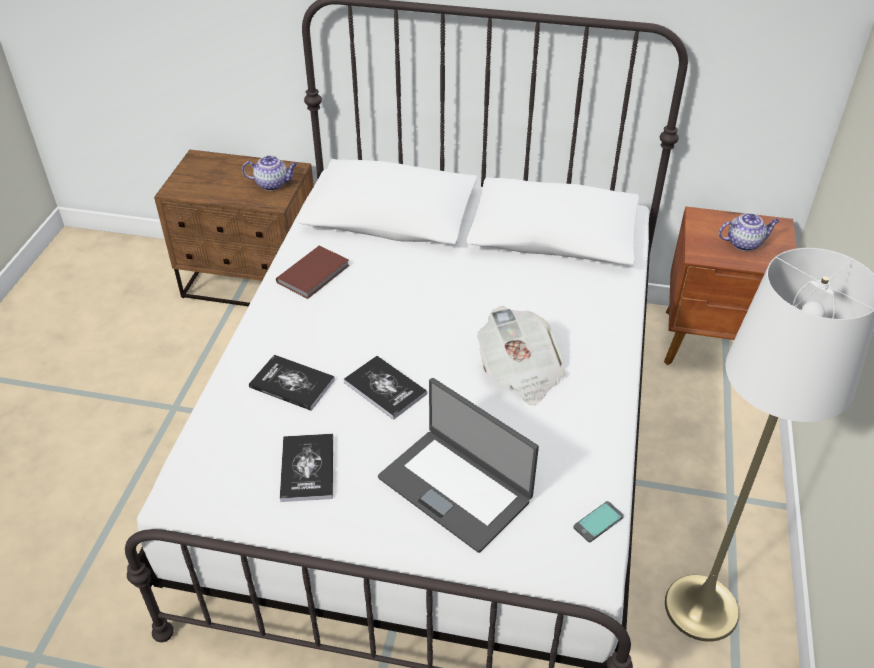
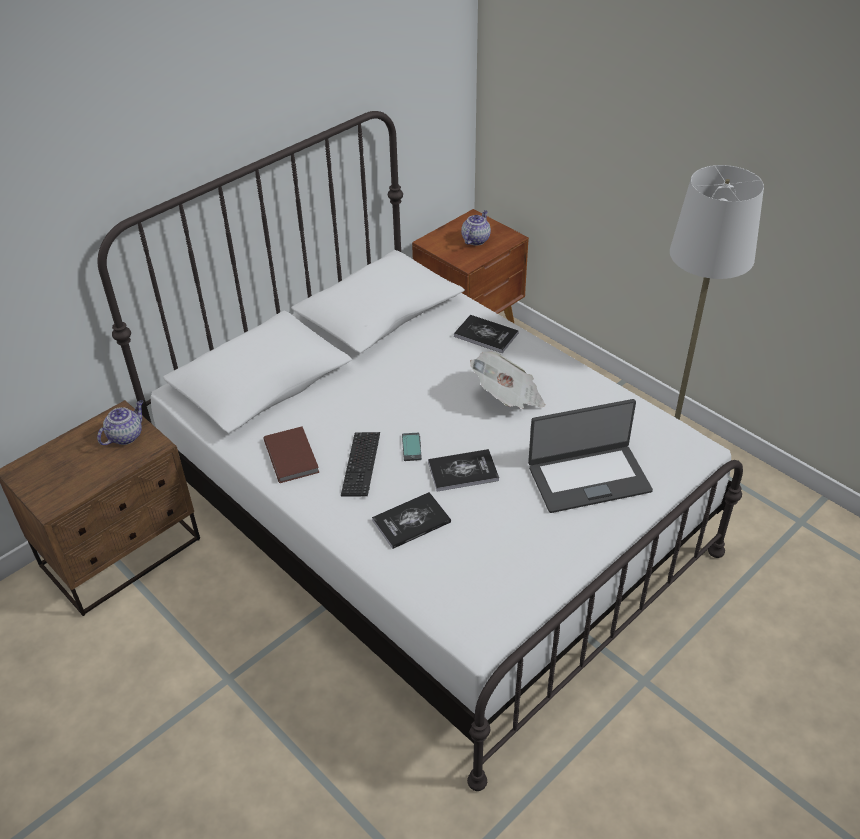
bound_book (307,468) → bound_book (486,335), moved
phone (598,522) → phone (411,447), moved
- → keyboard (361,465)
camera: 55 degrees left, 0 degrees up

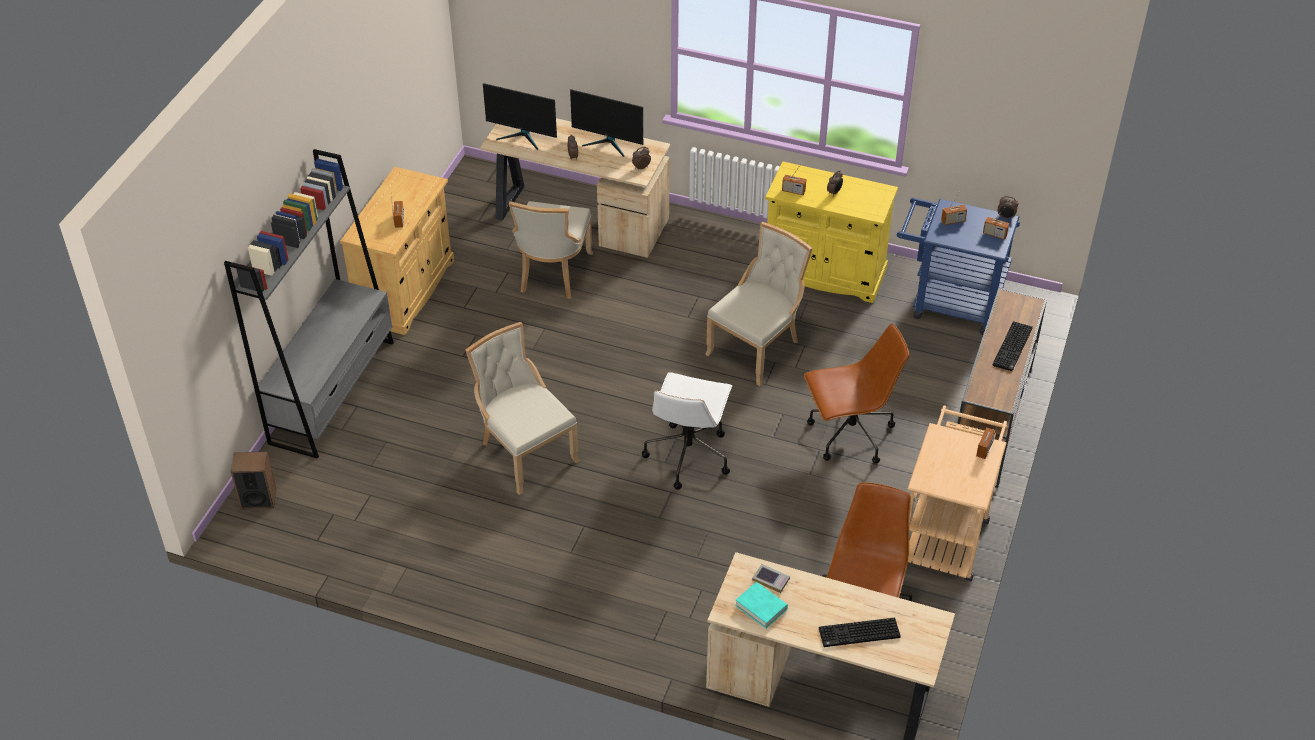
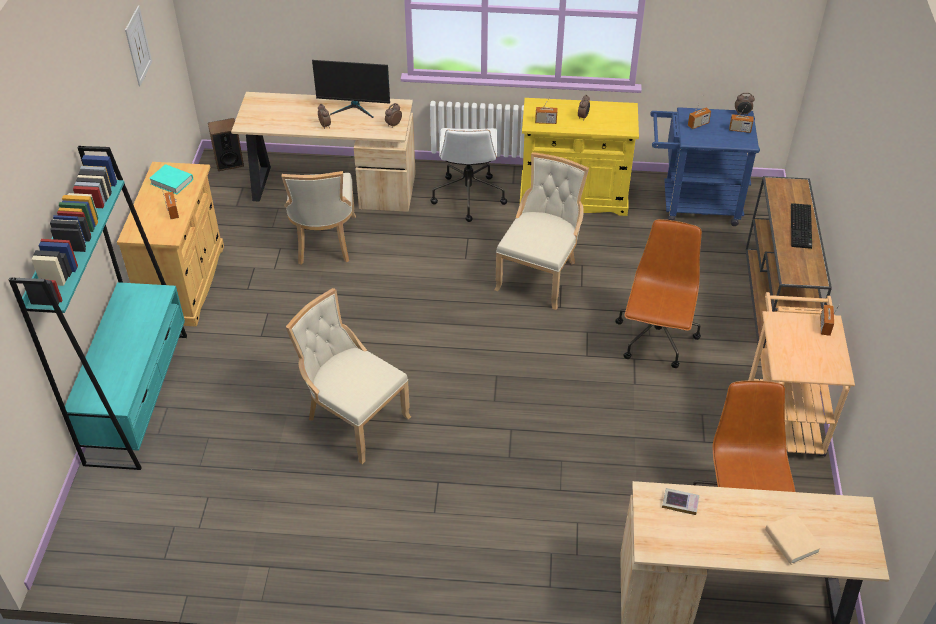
computer_screen (522,136) → -
gray_shelving_unit (333,391) → turquoise-coloured_shelving_unit (138,397)
brownish_office_chair (849,435) → brownish_office_chair (656,340), 45 degrees counterclockwise
whitish_office_chair (688,454) → whitish_office_chair (468,196), moved
audio_speaker (258,499) → audio_speaker (229,162), moved
turquoise-coloured_bound_book (761,607) → turquoise-coloured_bound_book (172,182), moved
keyboard (858,634) → beige-coloured_bound_book (791,541)
- → wall_picture (138,46)
camera: 15 degrees left, 0 degrees up

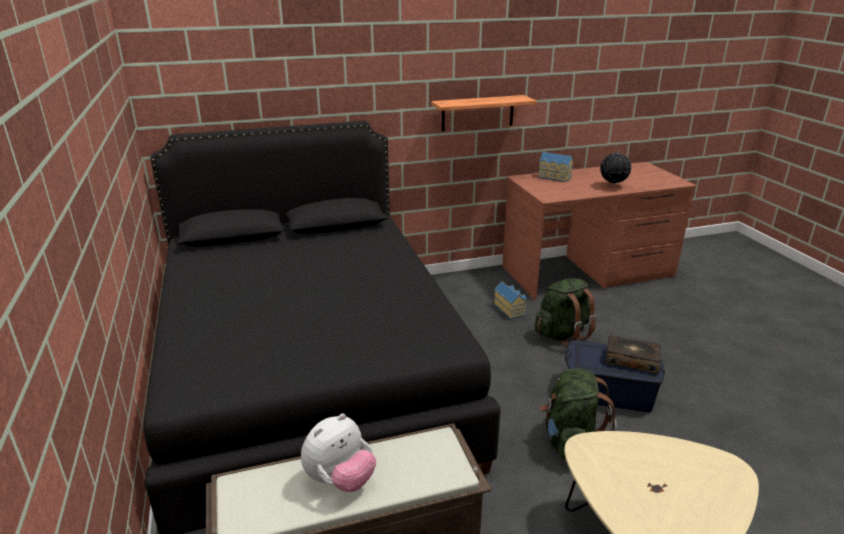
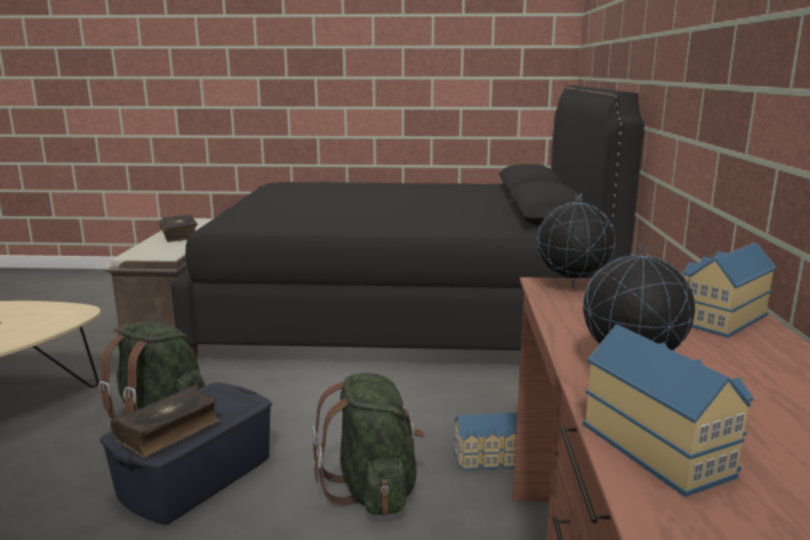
wall_shelf (477,113) → -
soft_toy (340,480) → bound_book (180,235)
- → desk_globe (571,286)
- → model_house (660,446)
camera: 110 degrees right, 10 degrees down

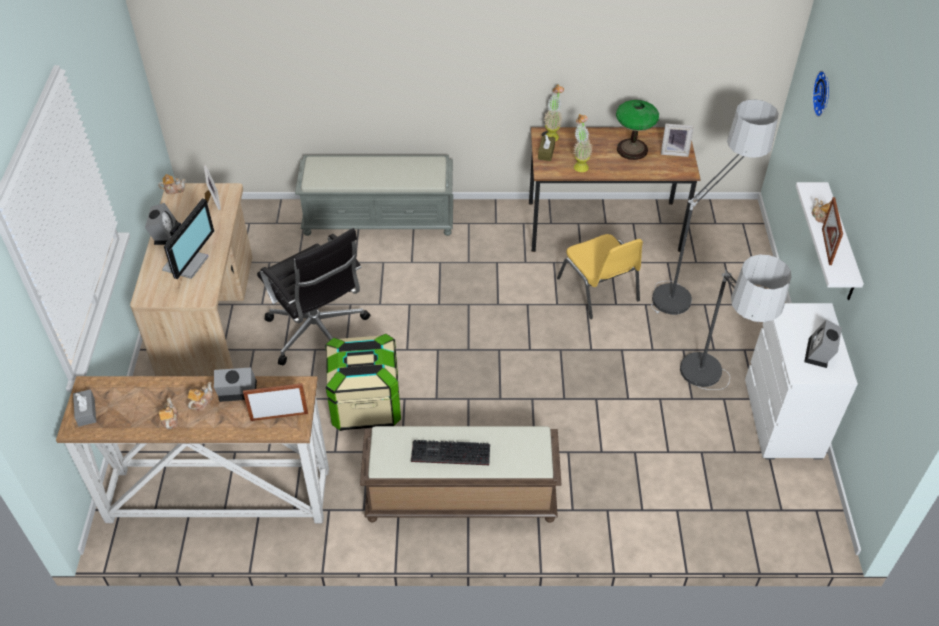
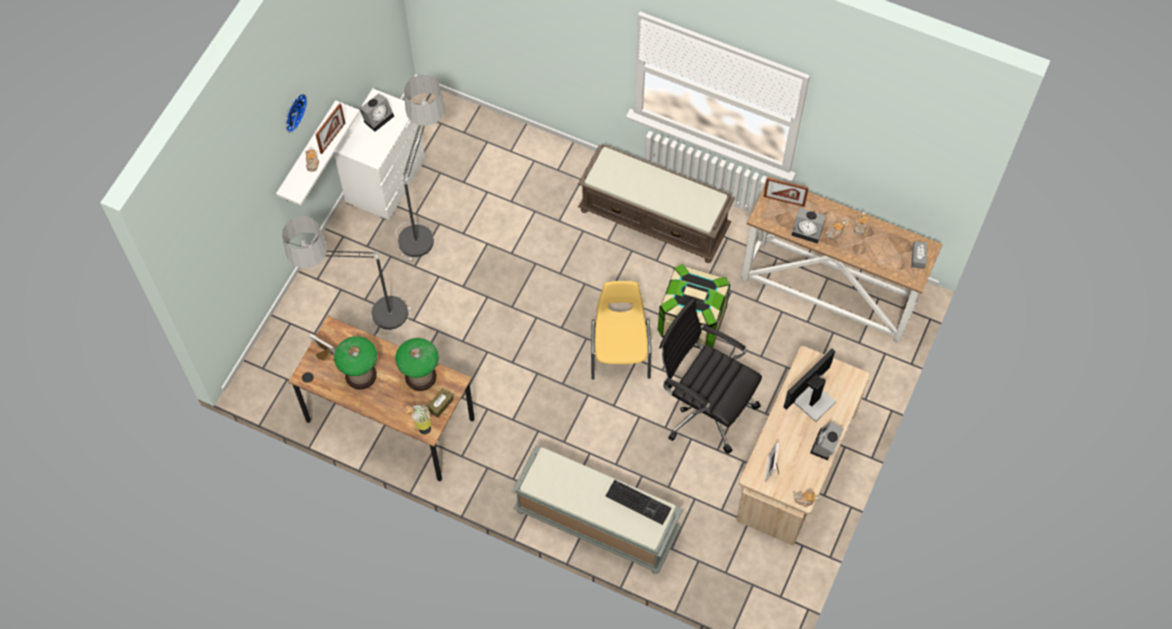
clock_on_the_wall (824,93) → clock_on_the_wall (293,111), moved
plant_in_a_pot (579,164) → tabletop_lamp (420,376)
black_office_chair (318,333) → black_office_chair (704,407), 45 degrees counterclockwise
yellow-coloured_chair (599,290) → yellow-coloured_chair (620,350), moved
keyboard (449,455) → keyboard (640,502), moved
camera: 155 degrees left, 15 degrees up

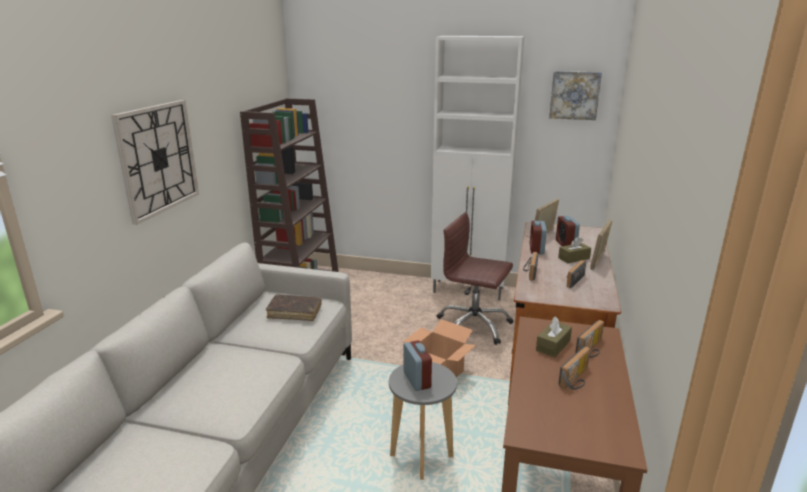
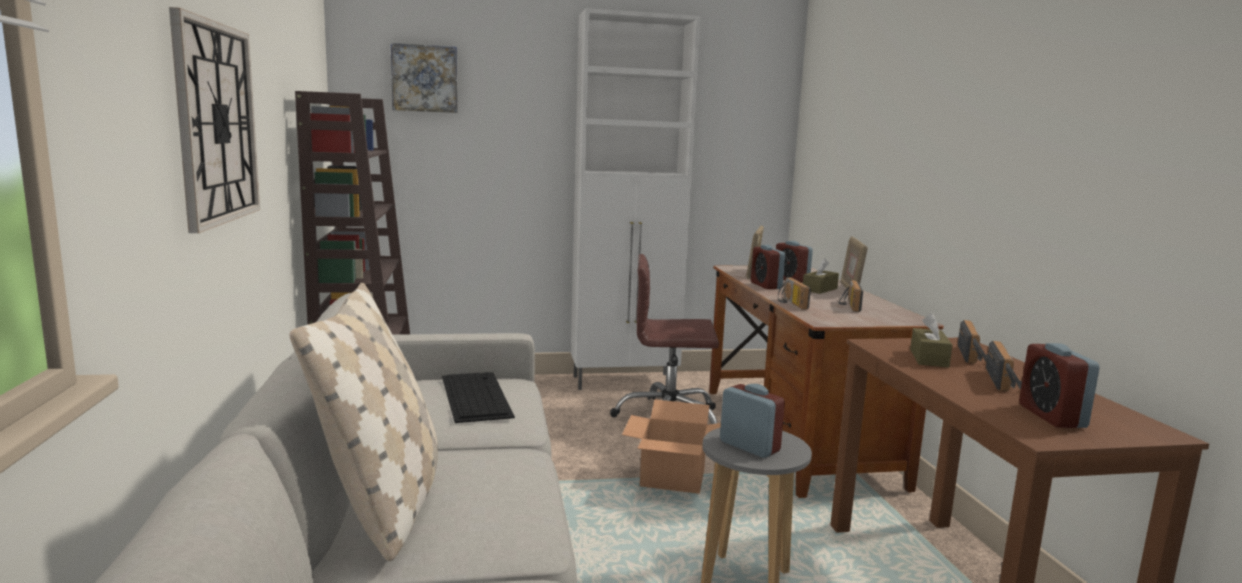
wall_picture (574,95) → wall_picture (425,78), moved
brownish_bound_book (294,312) → keyboard (474,395)
- → beige-coloured_throw_pillow (384,502)
- → table_clock (1051,416)
camera: 25 degrees left, 10 degrees down

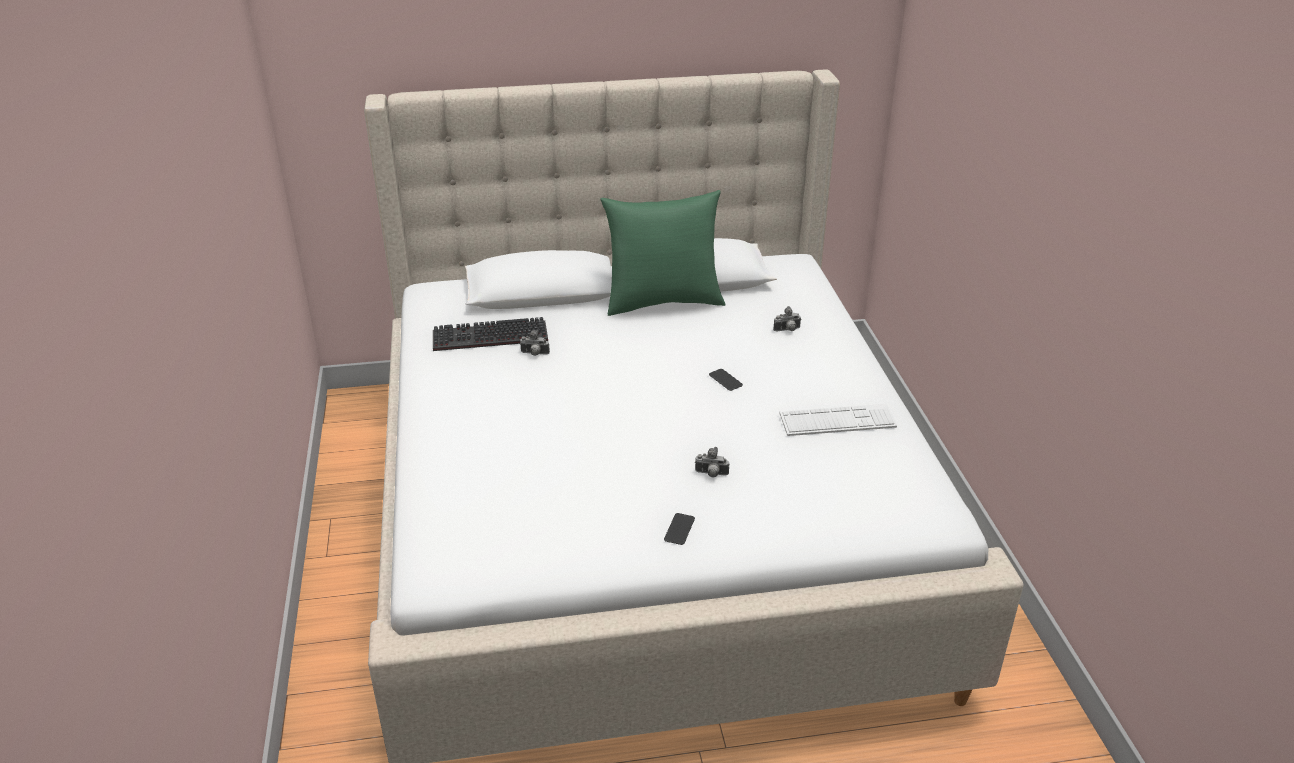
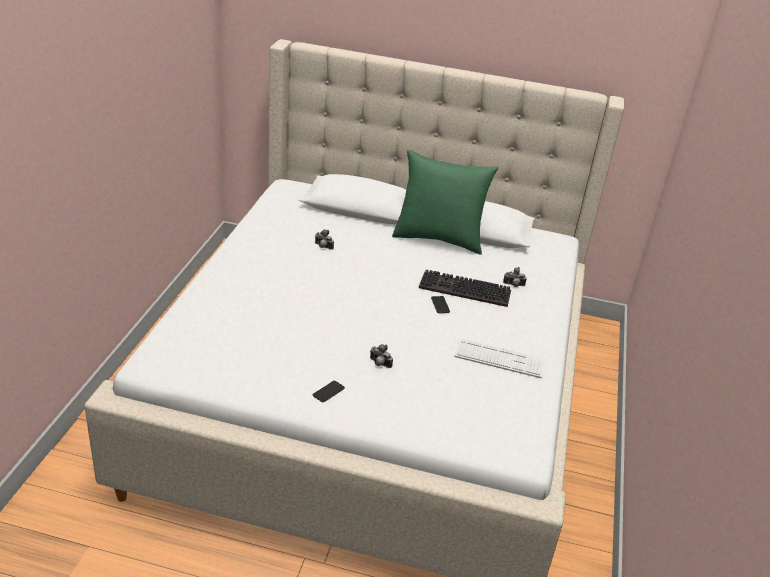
keyboard (488,338) → keyboard (463,291), moved
camera: 20 degrees right, 0 degrees up

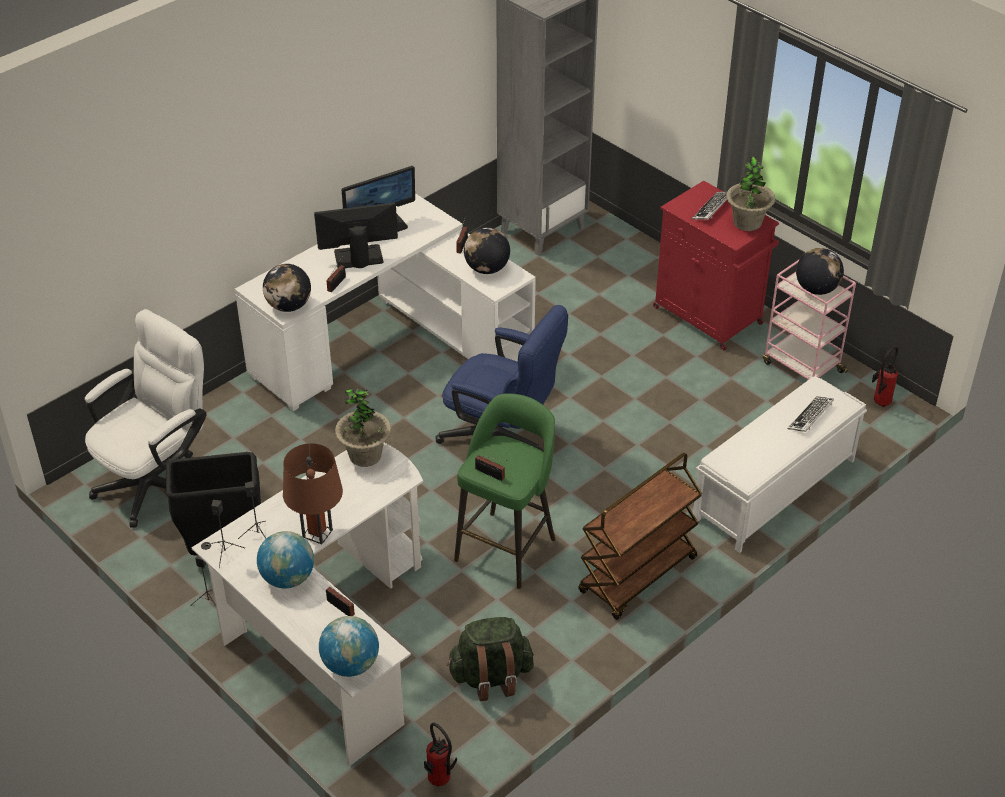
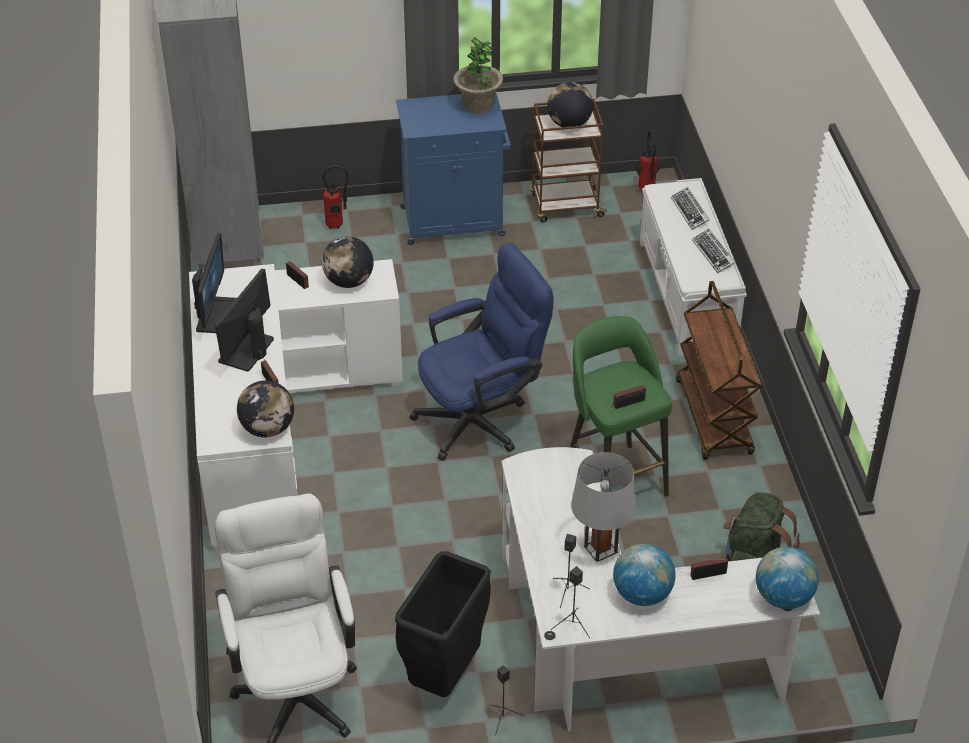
red_cabinet (709,317) → blue-coloured_cabinet (455,221)
keyboard (712,209) → keyboard (713,254), moved
pink-coloured_trolley (801,366) → brownish_trolley (565,206)
plant_in_a_pot (365,455) → -
brownish_tabletop_lamp (317,533) → gray_tabletop_lamp (600,549)
extinguisher (440,783) → extinguisher (337,226), moved
camera: 55 degrees left, 0 degrees up

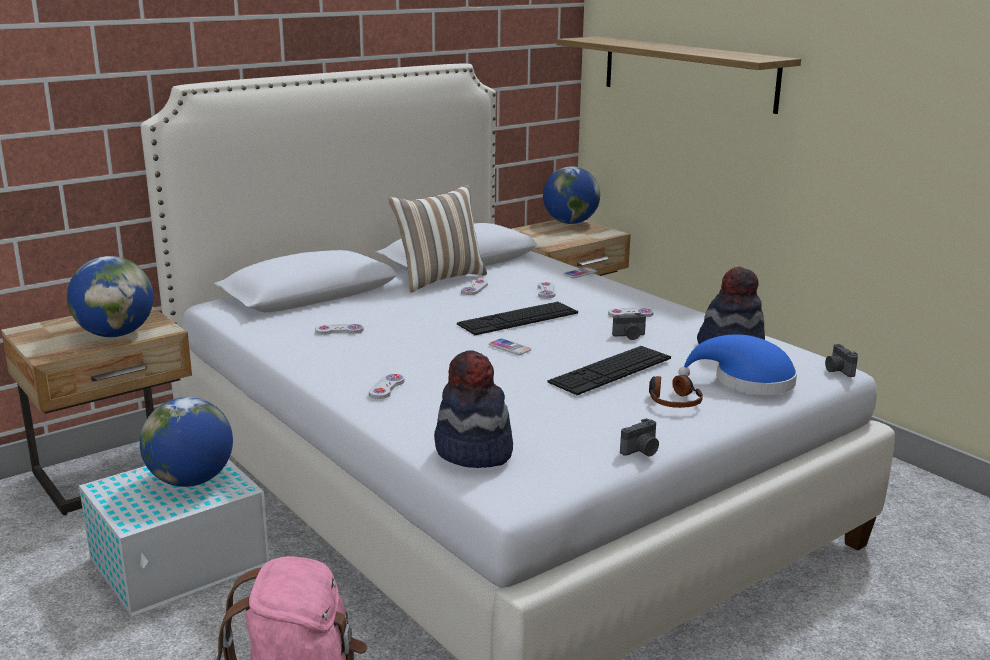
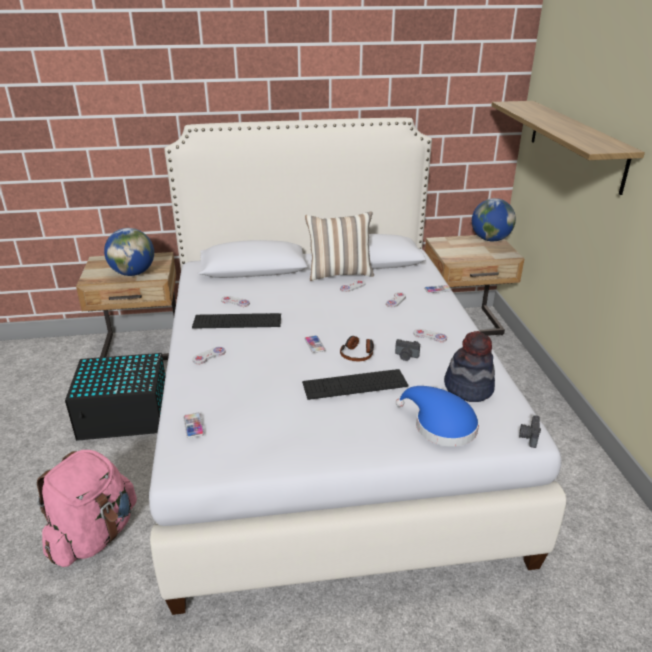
keyboard (518,318) → keyboard (237,321), moved
wearable_hat (473,452) → phone (193,426)
pair_of_headphones (673,401) → pair_of_headphones (357,354), moved
desk_globe (191,480) → -
still_camera (641,451) → -
whitish_storage_box (182,561) → black_storage_box (126,414)
camera: 30 degrees right, 10 degrees up

